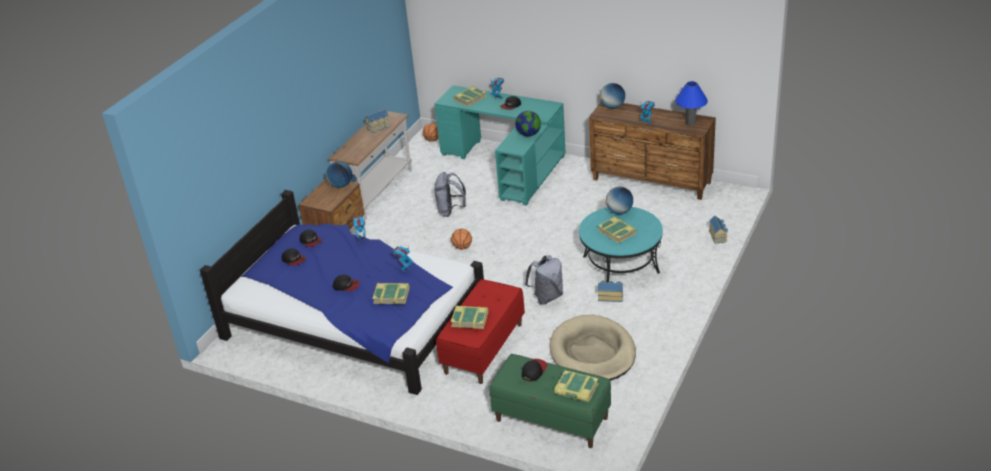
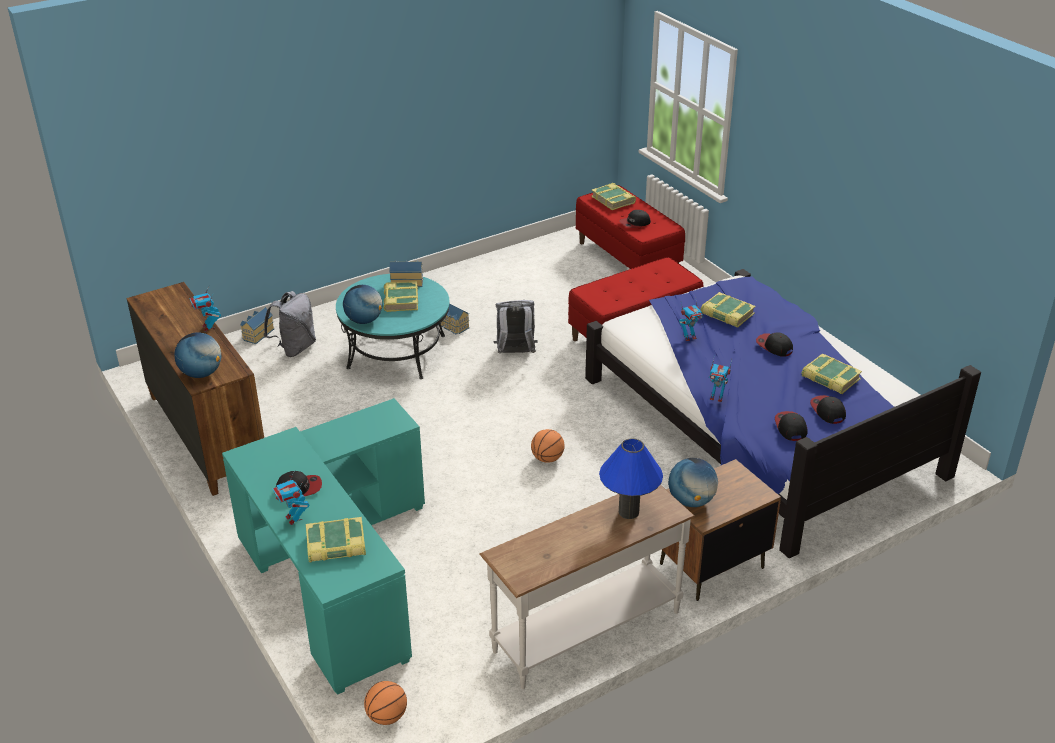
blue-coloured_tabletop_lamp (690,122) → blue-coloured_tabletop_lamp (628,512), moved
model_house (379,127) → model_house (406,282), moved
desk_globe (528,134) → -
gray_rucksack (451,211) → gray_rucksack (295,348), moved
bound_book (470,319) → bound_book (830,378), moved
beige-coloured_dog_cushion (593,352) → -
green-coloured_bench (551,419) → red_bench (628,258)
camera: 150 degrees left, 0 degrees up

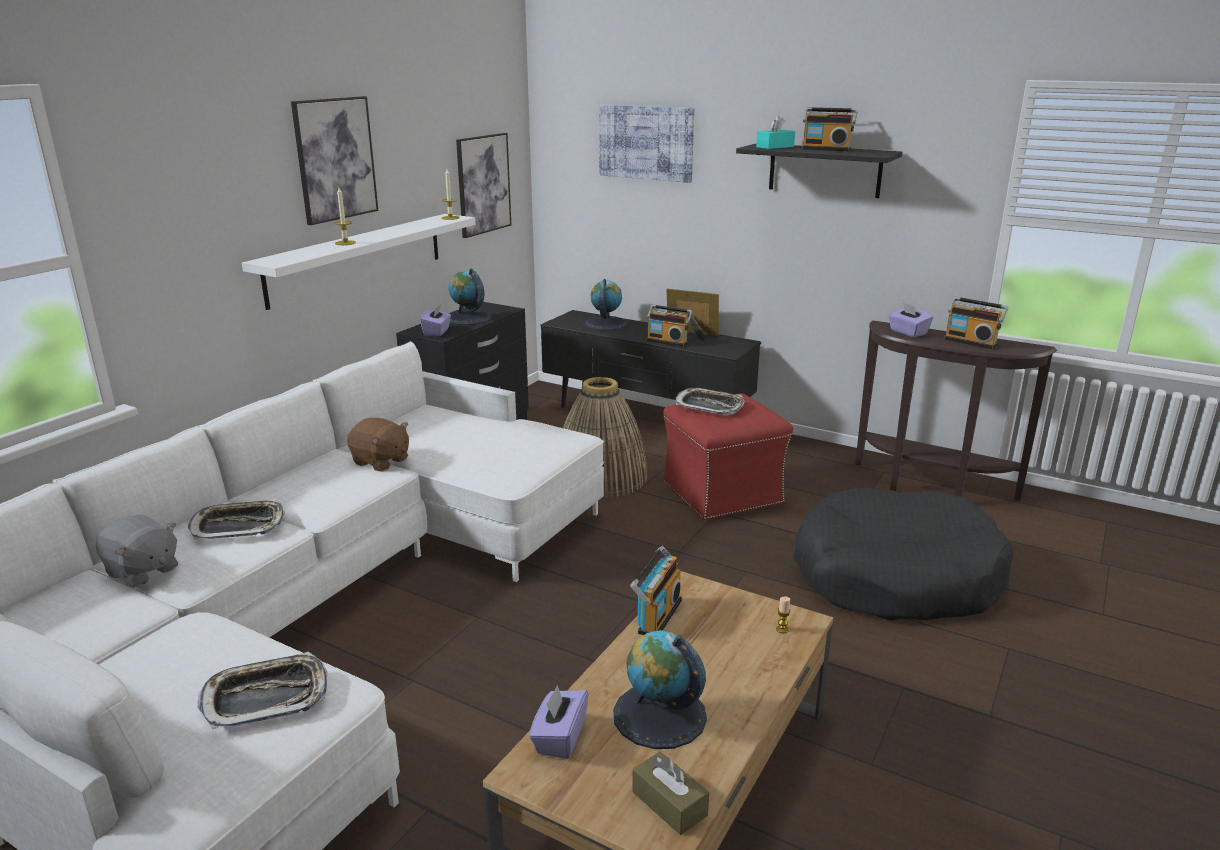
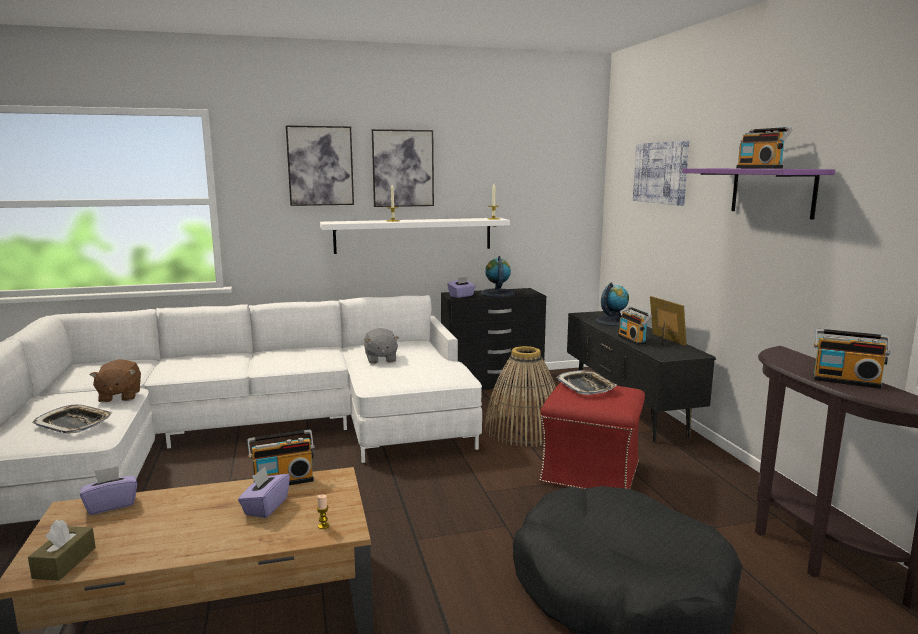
turquoise-coloured_box_of_tissues (775,147) → -
wall_picture (483,184) → wall_picture (320,166), moved
black_wall_shelf (824,170) → purple_wall_shelf (772,192)
radio_set (971,342) → radio_set (846,380), 60 degrees counterclockwise
purple_box_of_tissues (908,332) → purple_box_of_tissues (265,507), moved
brownish_soft_toy (381,461) → brownish_soft_toy (119,396), moved
serving_tray (238,526) → -
gray_soft_toy (142,571) → gray_soft_toy (380,359), moved
desk_globe (659,715) → -
camera: 45 degrees right, 10 degrees down

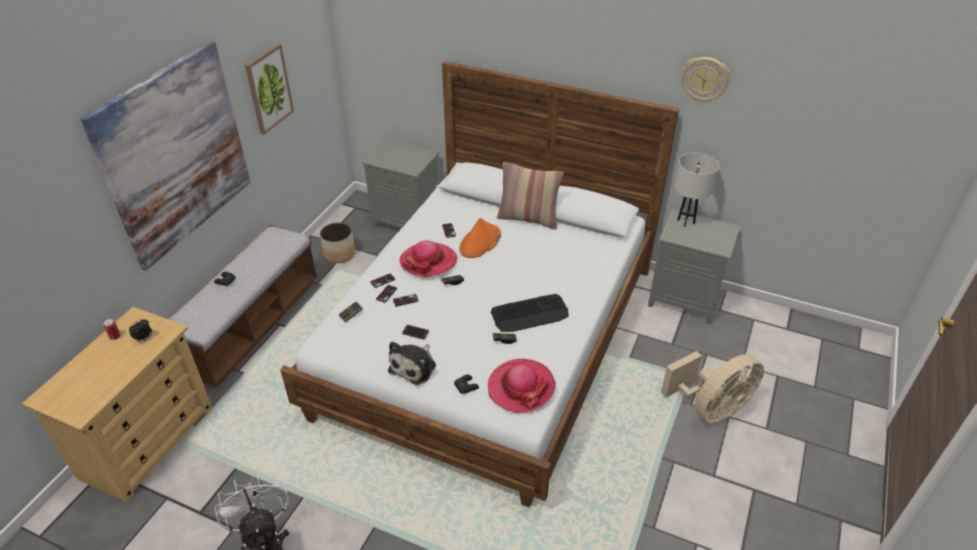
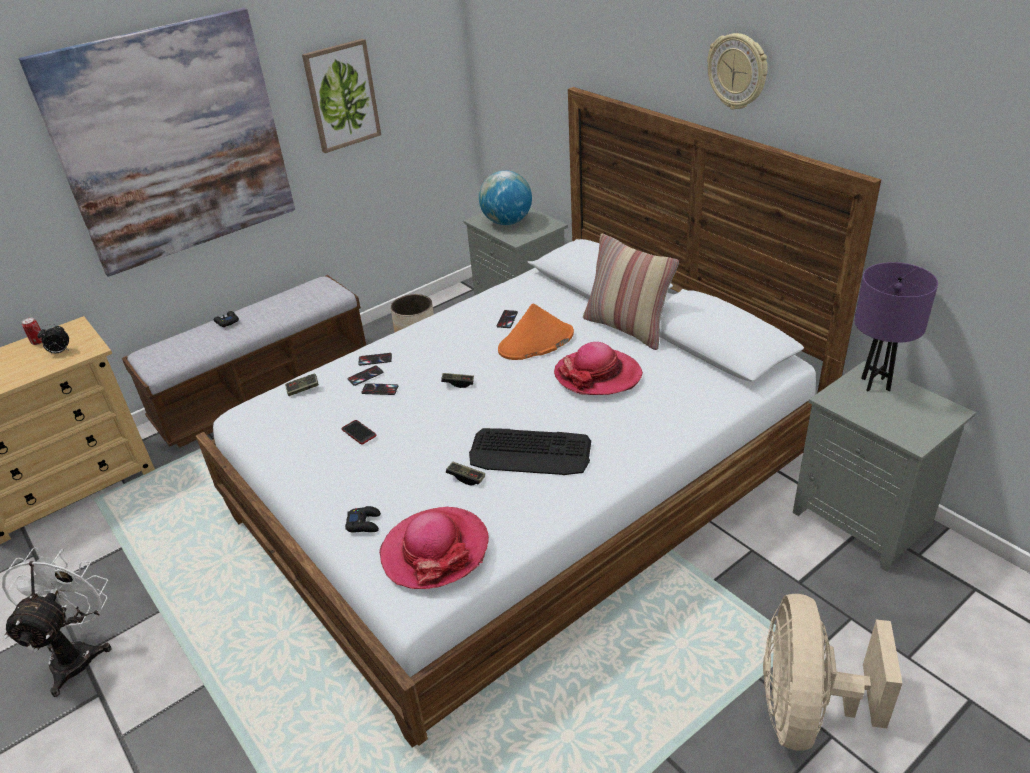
clock_on_the_wall (705,79) → clock_on_the_wall (738,71), moved
whitish_tabletop_lamp (686,222) → purple_tabletop_lamp (875,384)
wearable_hat (428,261) → wearable_hat (598,375), moved
soft_toy (414,366) → -
beige-coloured_cooling_fan (711,408) → beige-coloured_cooling_fan (806,710), 105 degrees clockwise
- → desk_globe (507,222)
camera: 30 degrees right, 5 degrees down

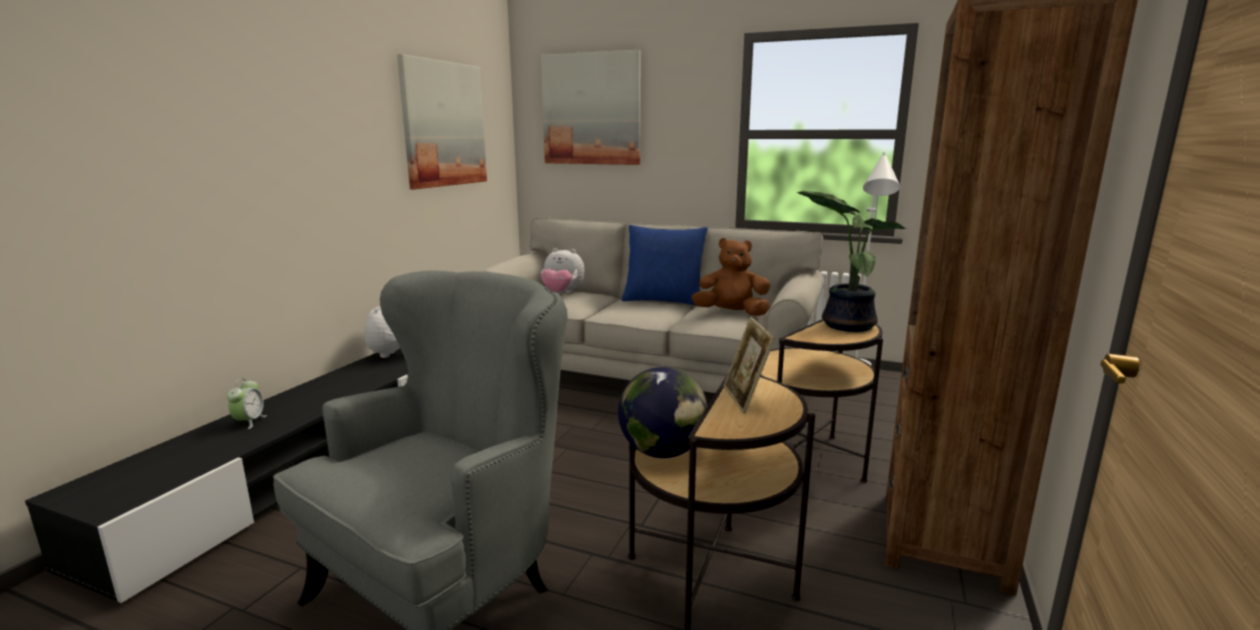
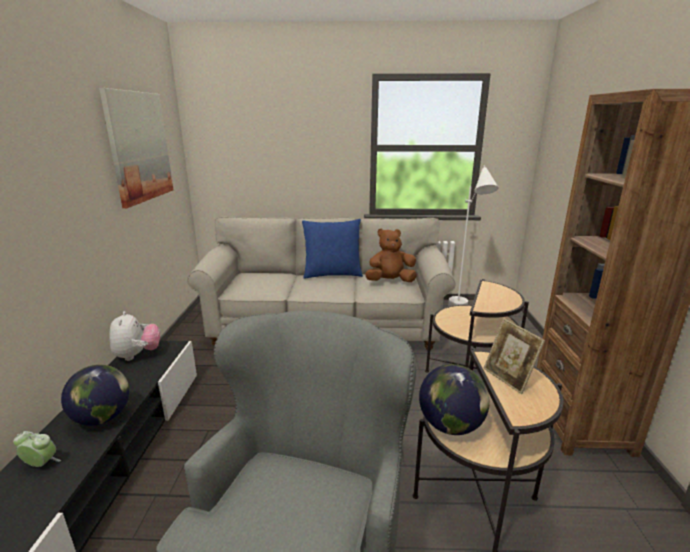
wall_picture (591,109) → -
plant_in_a_pot (845,324) → -
soft_toy (562,293) → -
table_clock (249,422) → table_clock (41,464), 60 degrees counterclockwise
- → desk_globe (103,418)
camera: 20 degrees left, 5 degrees up

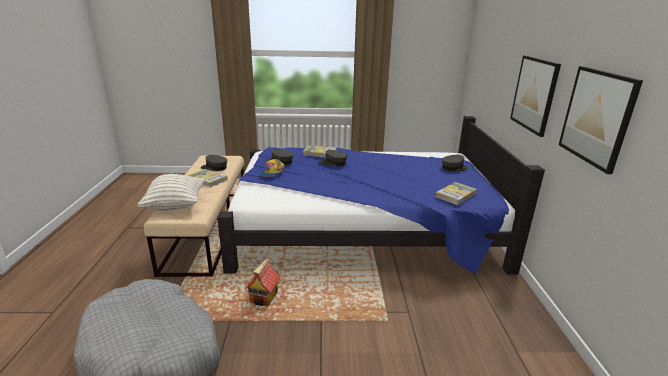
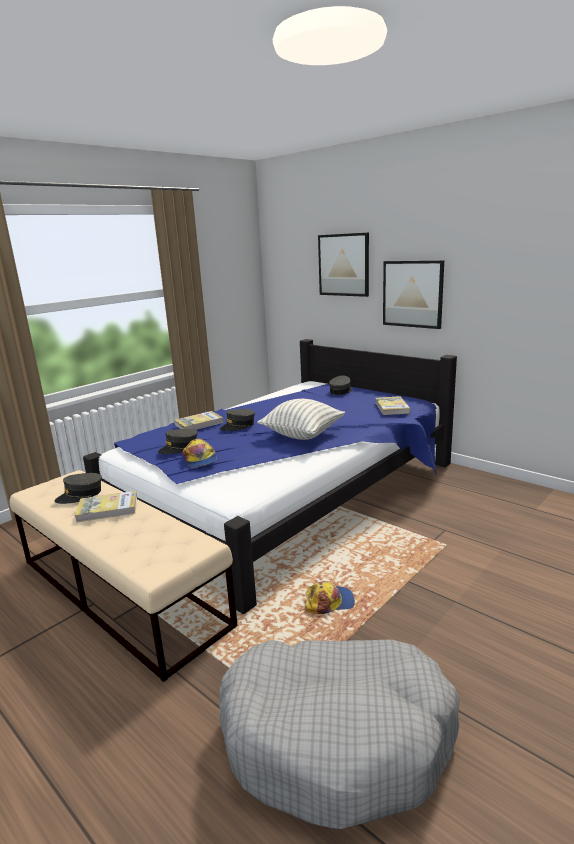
wall_picture (597,117) → wall_picture (343,265), moved
throw_pillow (175,205) → throw_pillow (302,434), moved
model_house (264,298) → cap (329,602)
camera: 45 degrees left, 5 degrees down

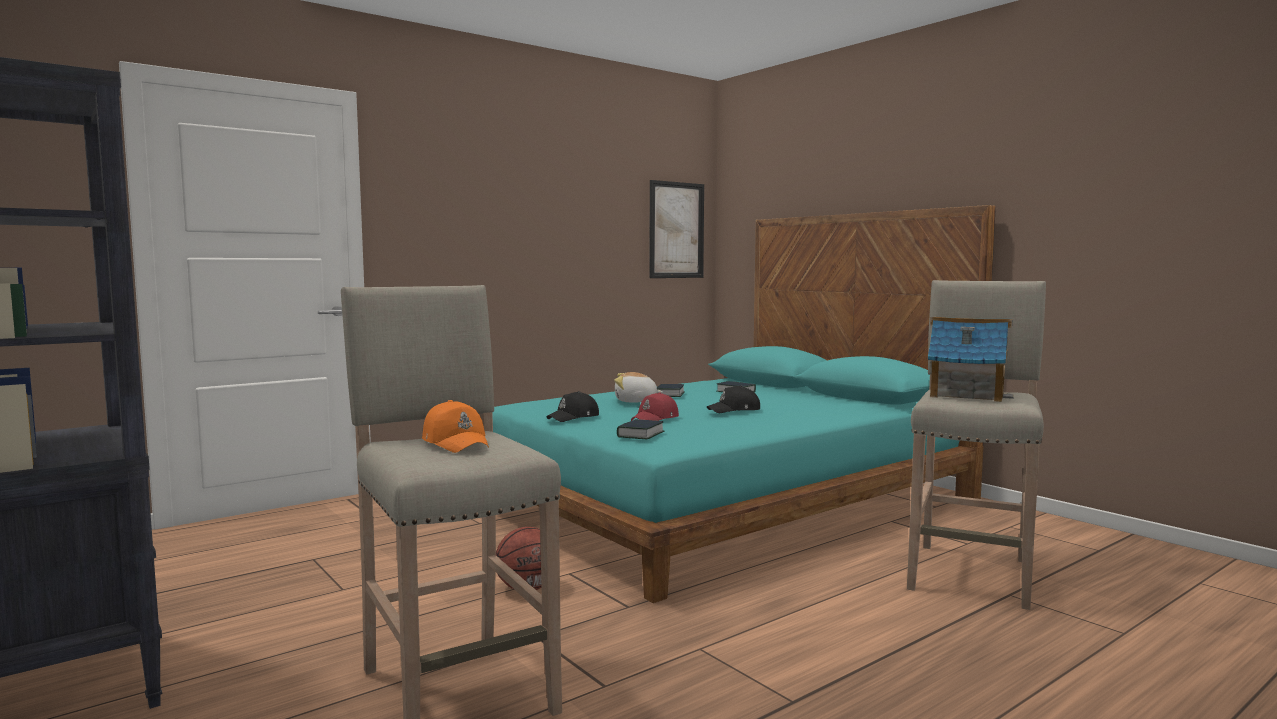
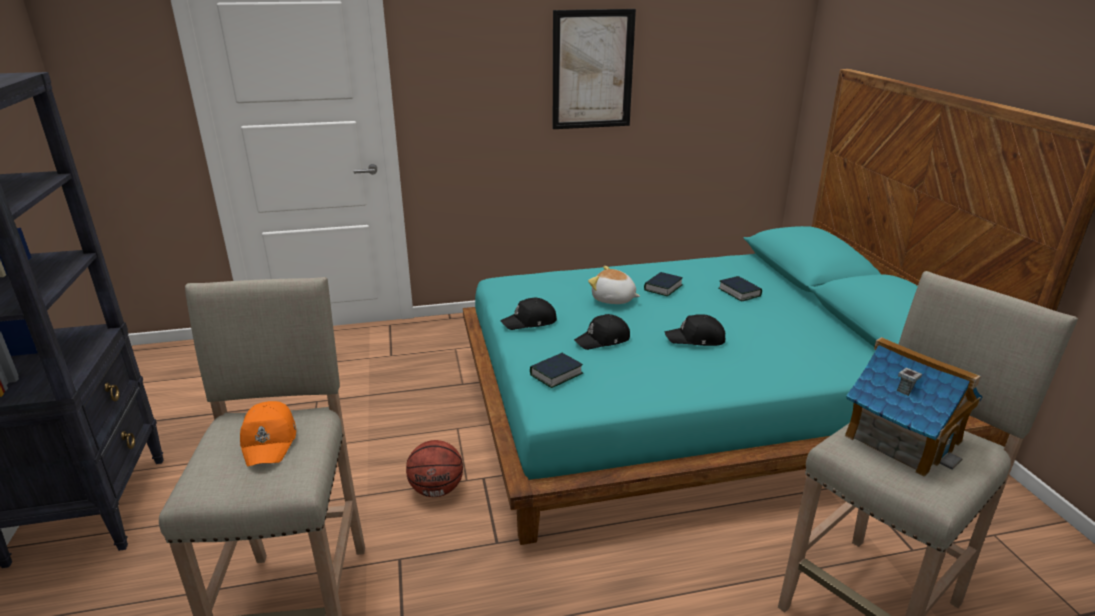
wall_picture (676,230) → wall_picture (592,70), moved
red_cap (655,419) → black_cap (603,340)
camera: 25 degrees right, 20 degrees up

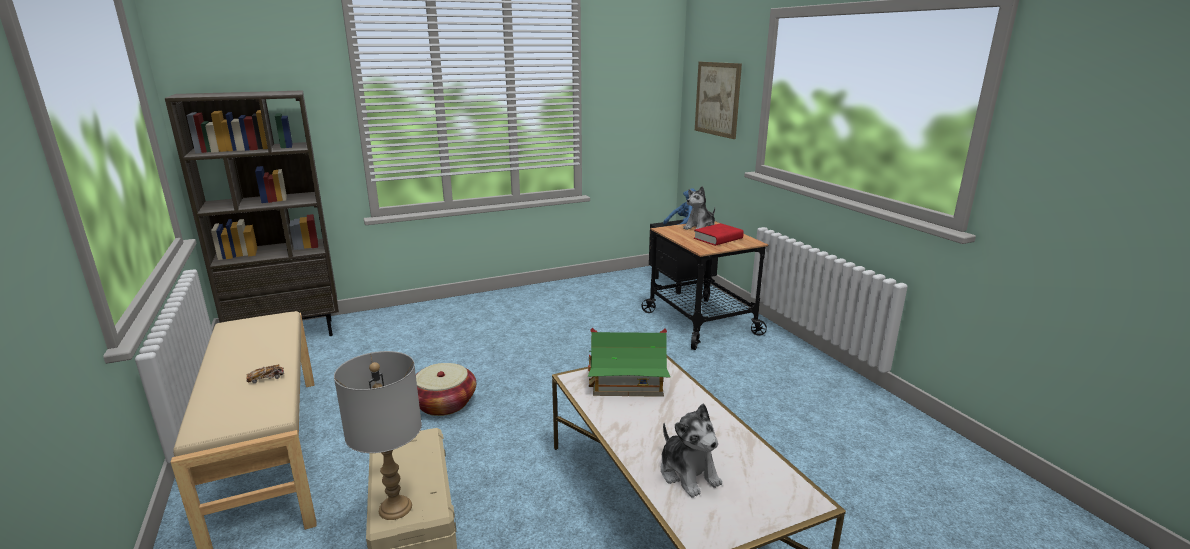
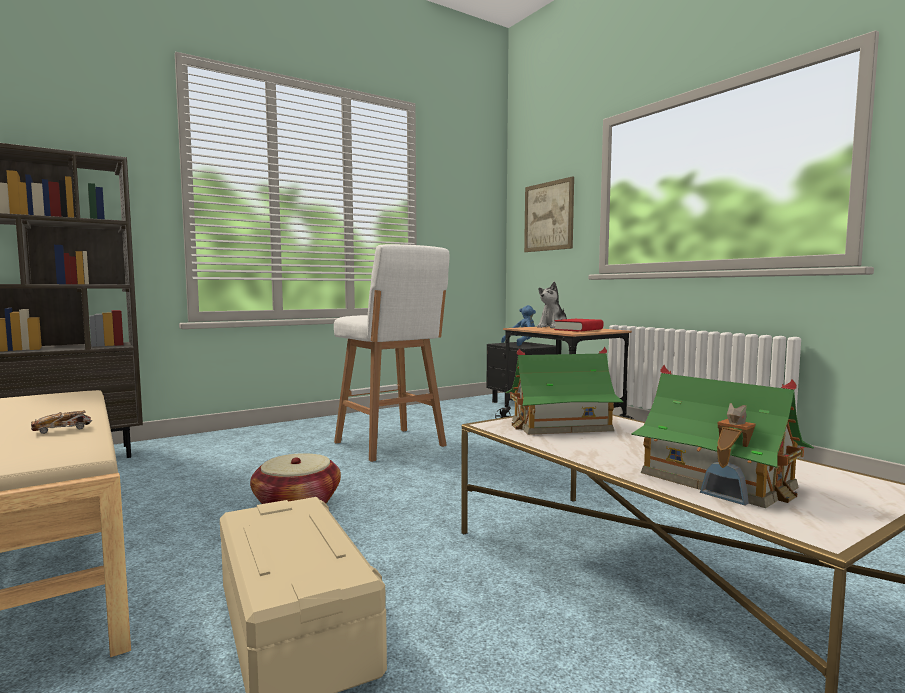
gray_tabletop_lamp (394,508) → -
soft_toy (688,473) → model_house (717,480)
- → whitish_stool (391,445)
camera: 10 degrees left, 15 degrees down

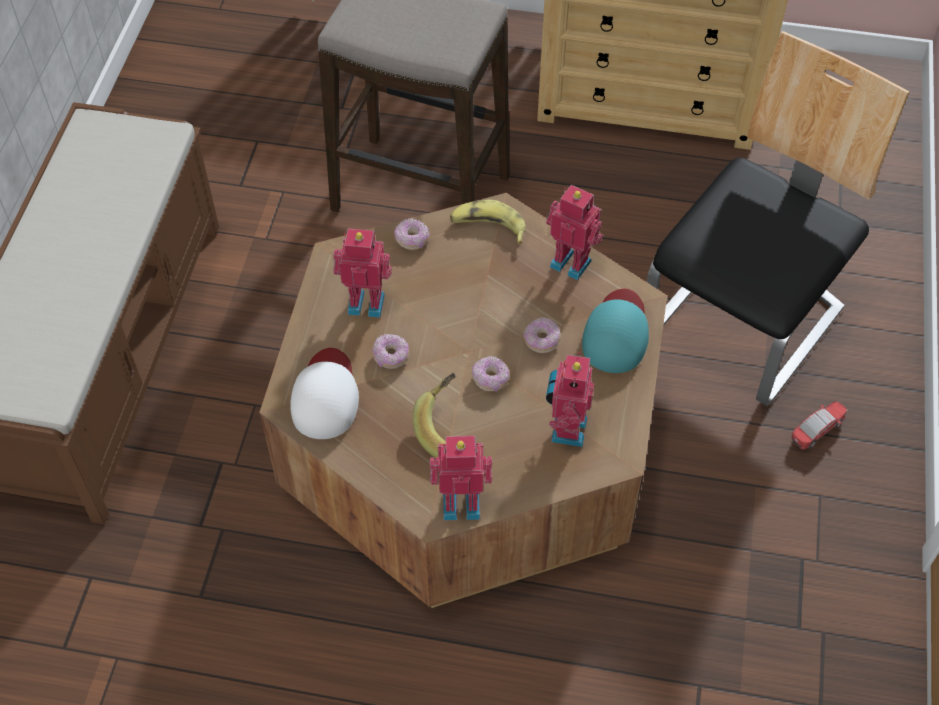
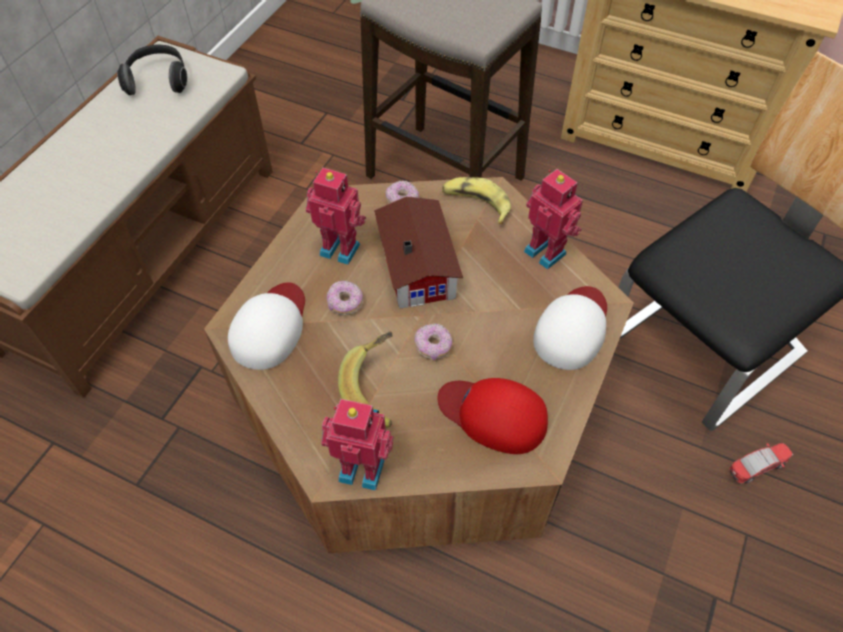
turquoise-coloured_cap (616,333) → whitish_cap (572,329)
donut (541,340) → -
model_robot (565,429) → red_cap (493,415)
- → pair_of_headphones (158,80)
- → model_house (419,262)
camera: 15 degrees right, 0 degrees up

